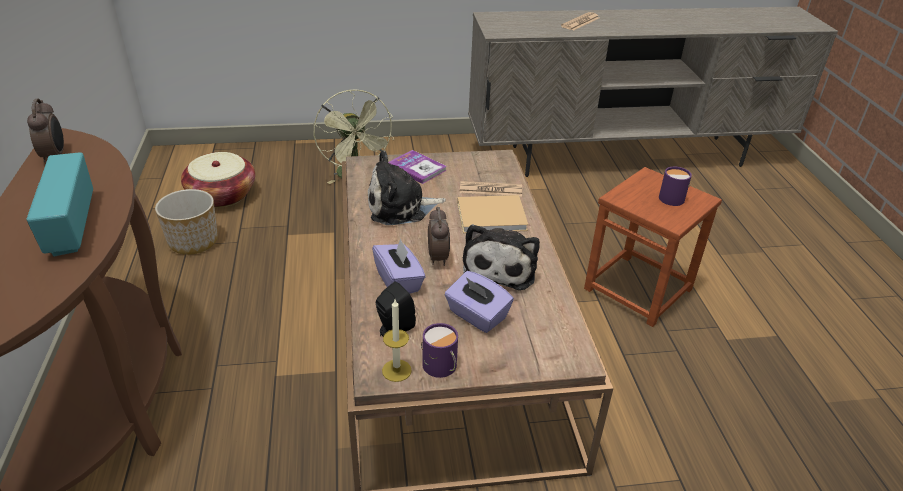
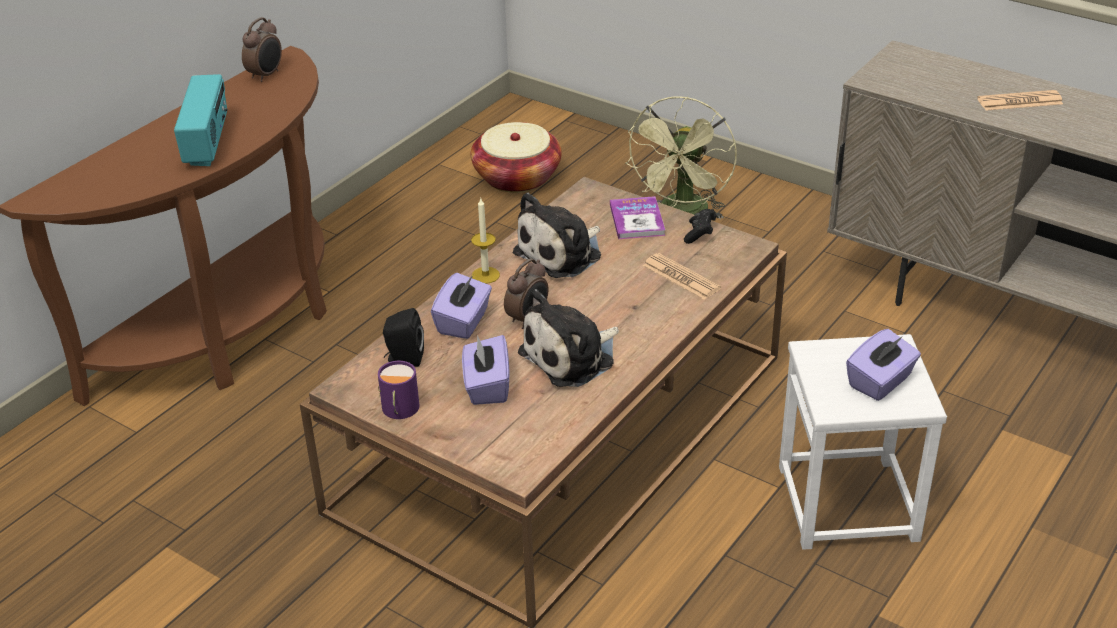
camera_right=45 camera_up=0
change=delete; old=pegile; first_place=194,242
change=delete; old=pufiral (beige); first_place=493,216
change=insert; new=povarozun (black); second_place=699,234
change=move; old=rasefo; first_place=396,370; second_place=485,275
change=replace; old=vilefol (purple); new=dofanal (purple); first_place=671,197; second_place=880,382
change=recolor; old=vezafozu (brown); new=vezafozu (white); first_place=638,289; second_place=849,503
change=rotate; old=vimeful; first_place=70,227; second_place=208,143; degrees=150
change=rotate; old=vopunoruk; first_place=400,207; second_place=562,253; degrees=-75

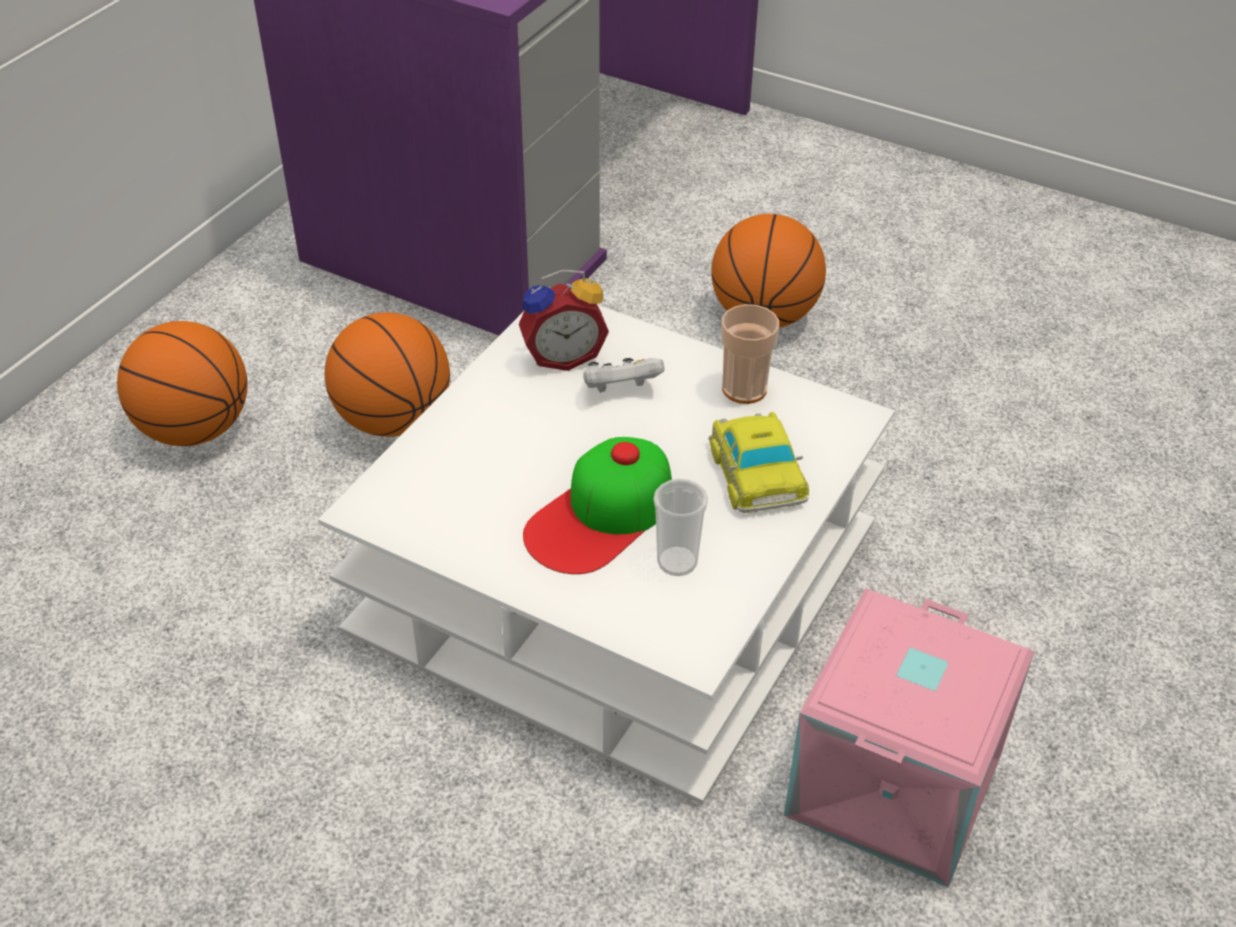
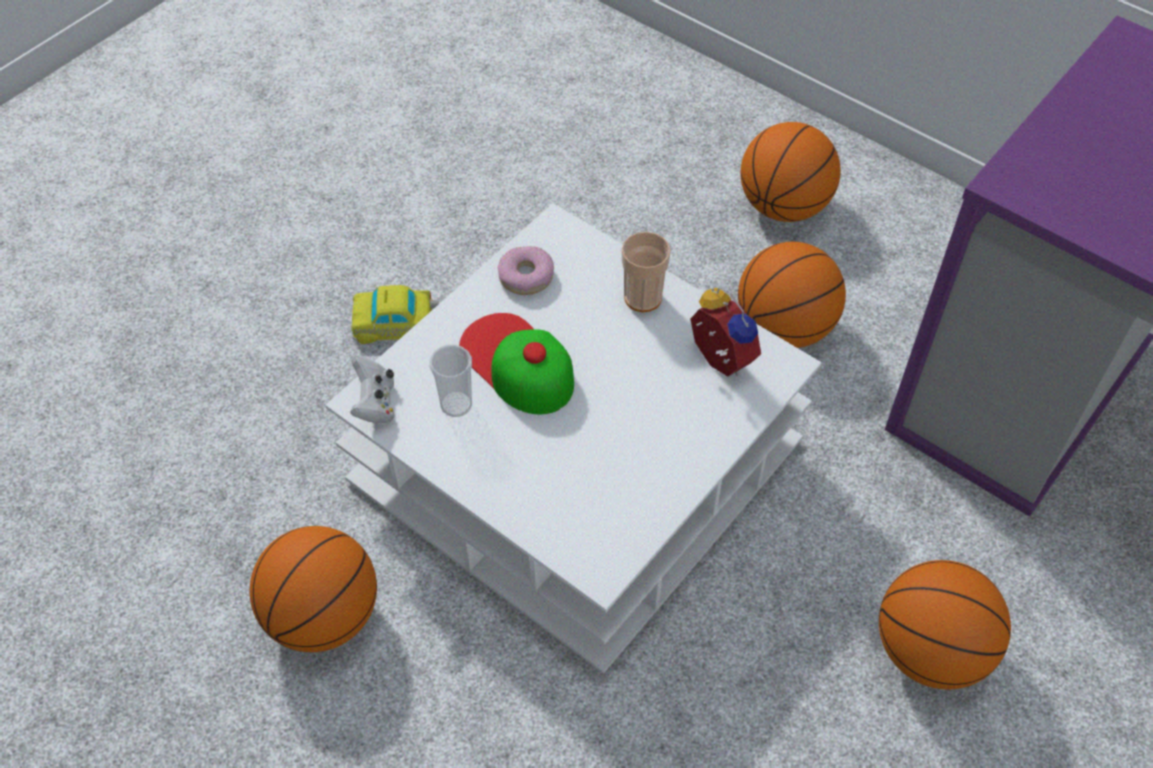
camera_right=100 camera_up=10
change=insert; new=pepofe; second_place=526,276
change=move; old=povarozun (white); first_place=621,390; second_place=375,403
change=move; old=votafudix; first_place=756,471; second_place=396,322
change=move; old=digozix; first_place=744,389; second_place=643,297
change=replace; old=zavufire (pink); new=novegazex; first_place=897,787; second_place=323,616
change=rotate; old=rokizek; first_place=562,356; second_place=717,361; degrees=150

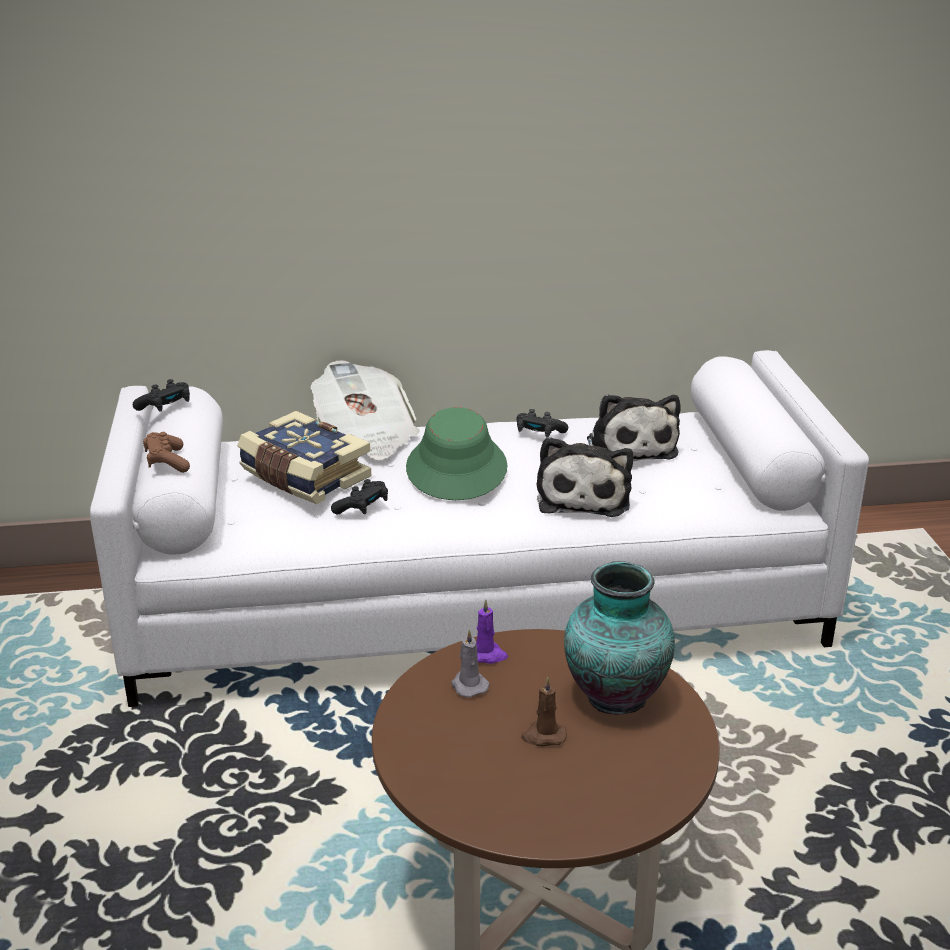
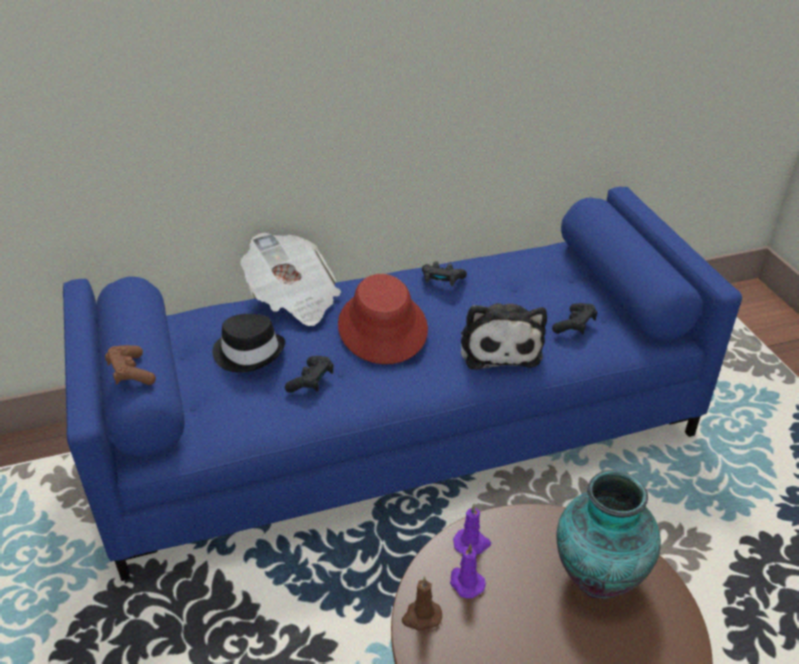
camera_right=-10 camera_up=10
change=delete; old=vopunoruk; first_place=630,446
change=move; old=povarozun (black); first_place=165,407; second_place=575,326
change=move; old=rasefo (brown); first_place=543,736; second_place=421,617
change=replace; old=pufiral; new=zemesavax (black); first_place=303,477; second_place=249,352
change=recolor; old=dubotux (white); new=dubotux (blue); first_place=477,605; second_place=400,429
change=recolor; old=zemesavax (green); new=zemesavax (red); first_place=457,468; second_place=383,327
change=recolor; old=rasefo (grey); new=rasefo (purple); first_place=468,685; second_place=465,582

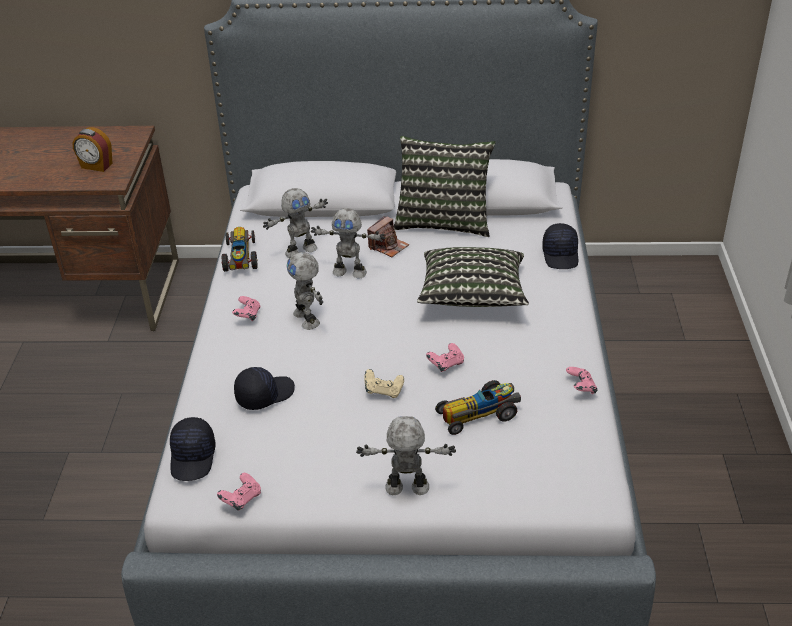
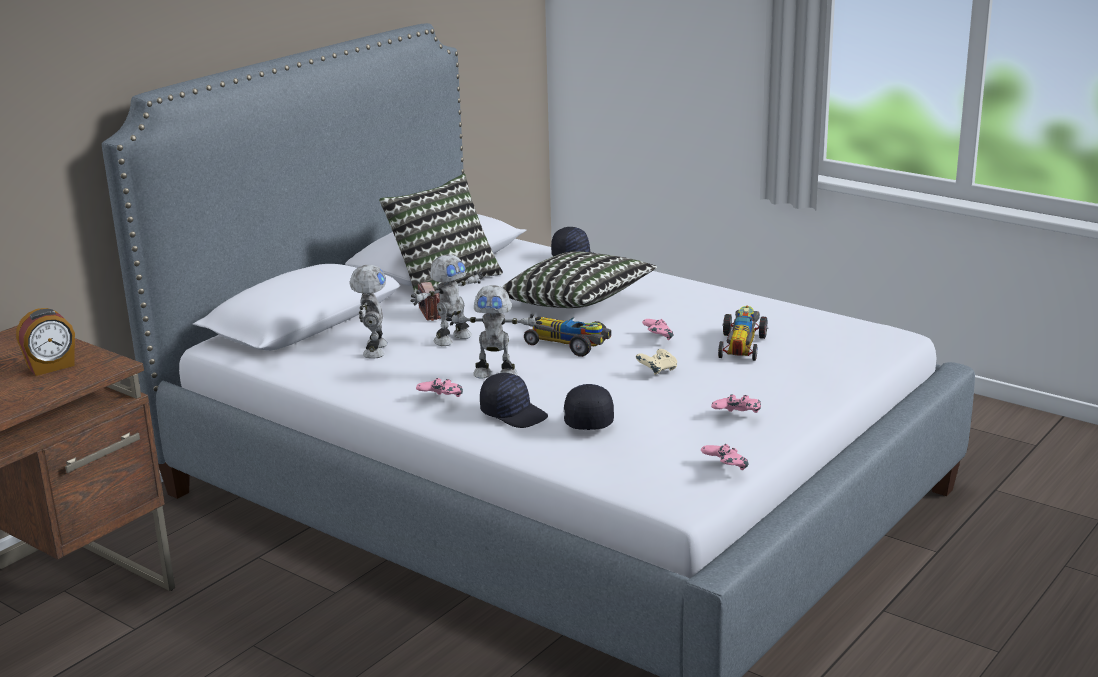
camera_right=-55 camera_up=-15
change=delete; old=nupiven; first_place=407,489
change=move; old=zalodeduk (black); first_place=194,457; second_place=514,414
change=move; old=votafudix; first_place=240,258; second_place=569,345
change=move; old=povarozun (pink); first_place=580,388; second_place=737,417

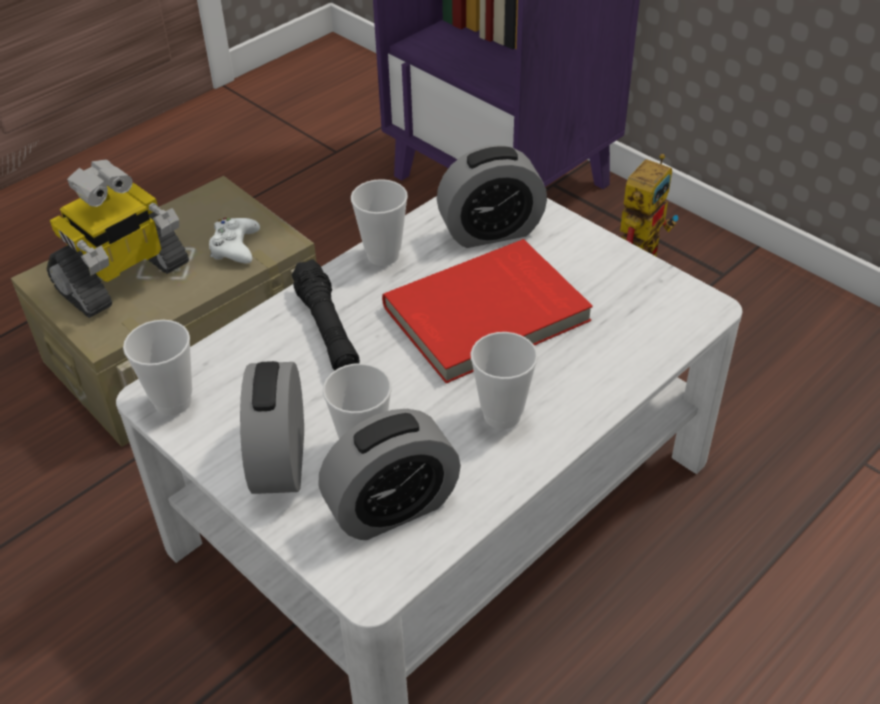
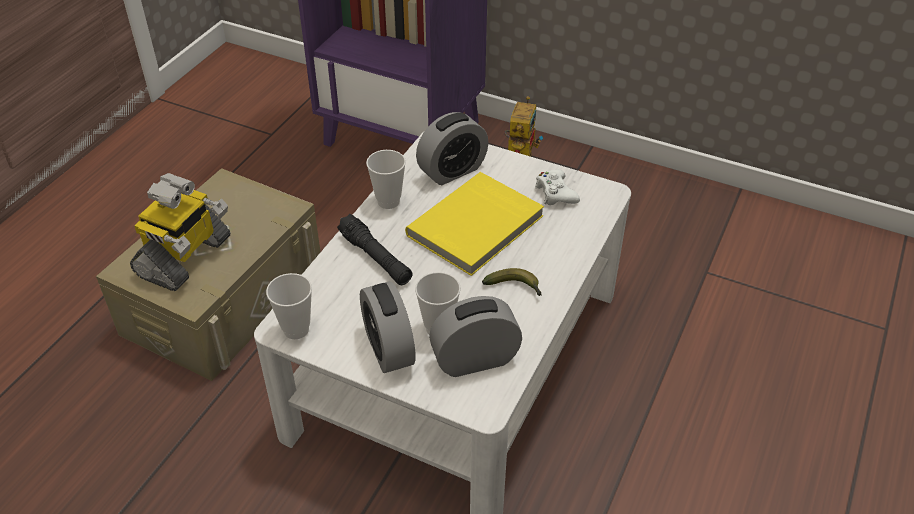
camera_right=-20 camera_up=0
change=move; old=povarozun (white); first_place=235,247; second_place=555,193
change=replace; old=digozix; new=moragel; first_place=502,415; second_place=515,287
change=recolor; old=pufiral (red); new=pufiral (yellow); first_place=488,316; second_place=477,227
change=rotate; old=rokizek; first_place=392,508; second_place=475,360; degrees=-150

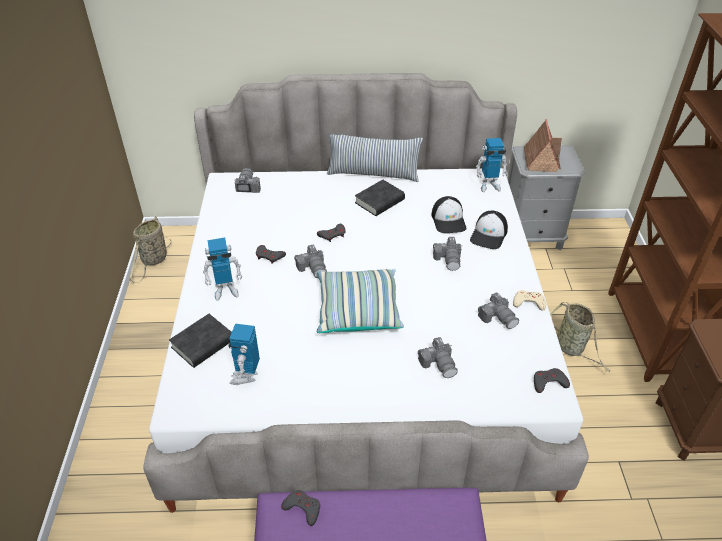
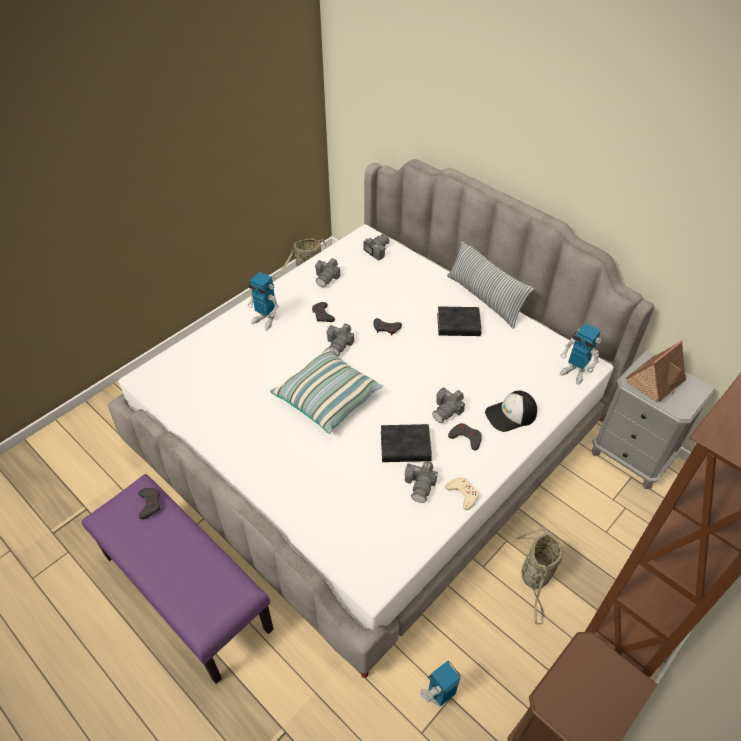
camera_right=45 camera_up=5
change=delete; old=zalodeduk; first_place=449,220
change=move; old=pufiral (black); first_place=203,344; second_place=405,447
change=move; old=nupiven; first_place=246,375; second_place=438,694
change=move; old=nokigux; first_place=439,364; second_place=327,278
change=move; old=povarozun (grey); first_place=549,382; second_place=466,438

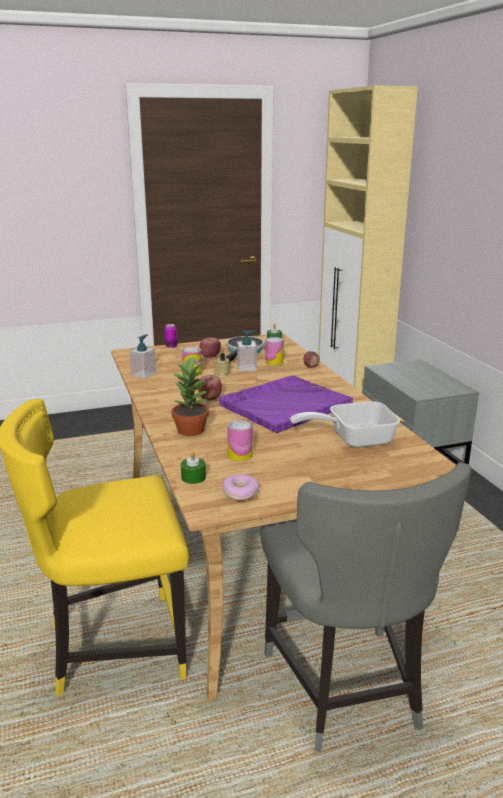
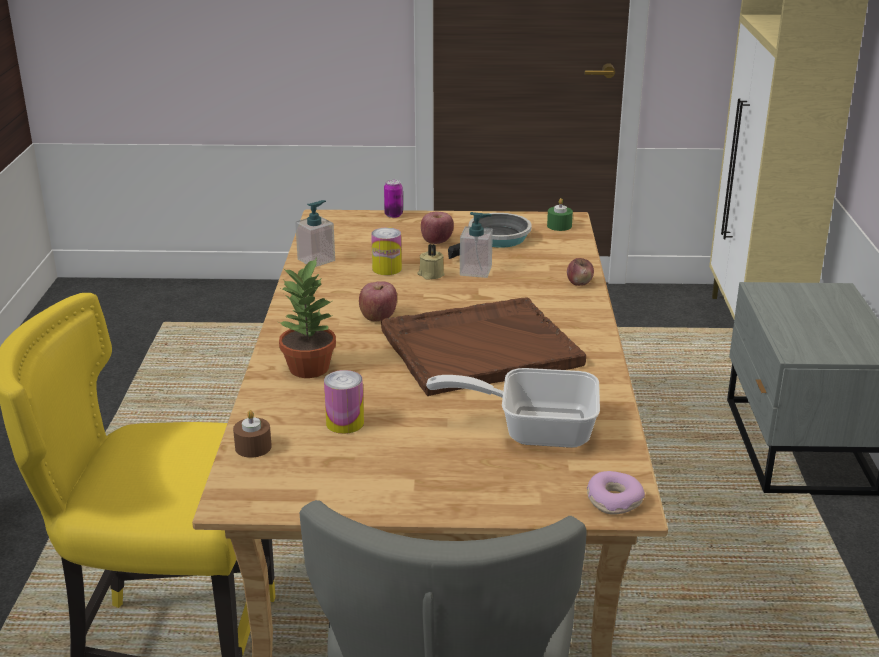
camera_right=20 camera_up=5
change=delete; old=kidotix; first_place=274,362
change=move; old=pepofe; first_place=240,492; second_place=614,500
change=recolor; old=rasefo (green); new=rasefo (brown); first_place=193,477; second_place=253,447
change=recolor; old=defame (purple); new=defame (brown); first_place=284,405; second_place=478,348

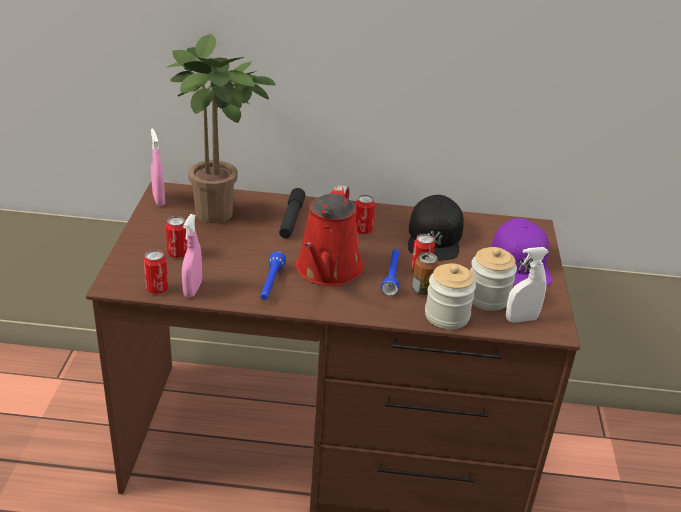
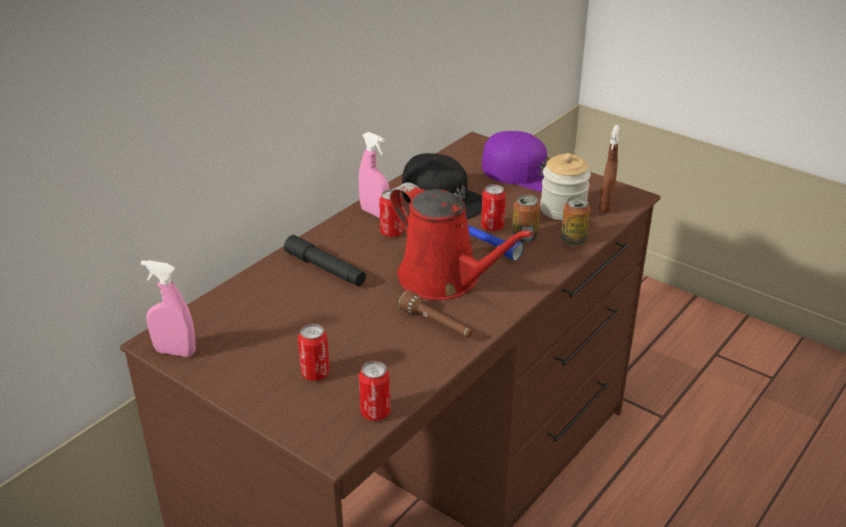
camera_right=-55 camera_up=0
change=delete; old=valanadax; first_place=220,215
change=move; old=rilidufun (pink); first_place=193,289; second_place=374,213
change=replace; old=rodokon; new=kidotix; first_place=447,316; second_place=573,240
change=recolor; old=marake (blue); new=marake (brown); first_place=271,284; second_place=436,325
change=recolor; old=rilidufun (white); new=rilidufun (brown); first_place=521,319; second_place=606,206

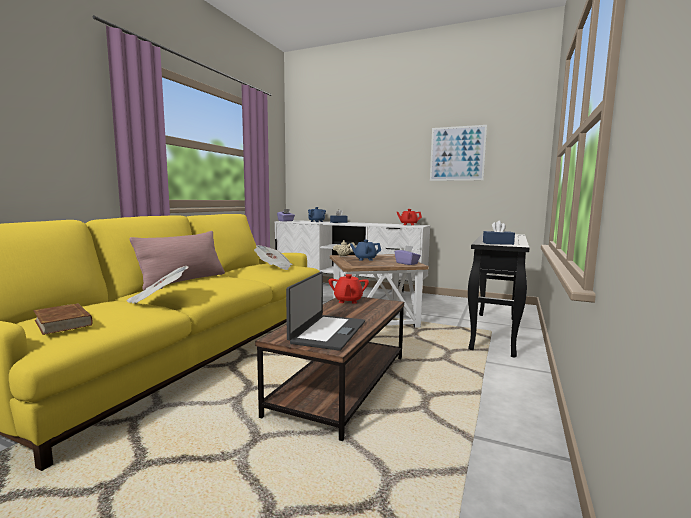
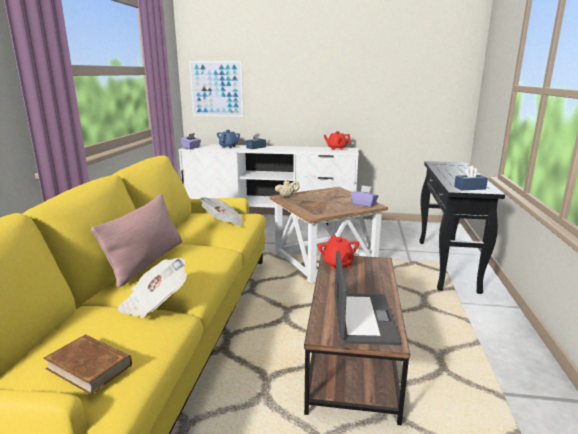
camera_right=-15 camera_up=10
change=delete; old=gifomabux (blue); first_place=365,259
change=move; old=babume; first_place=457,153; second_place=216,89

